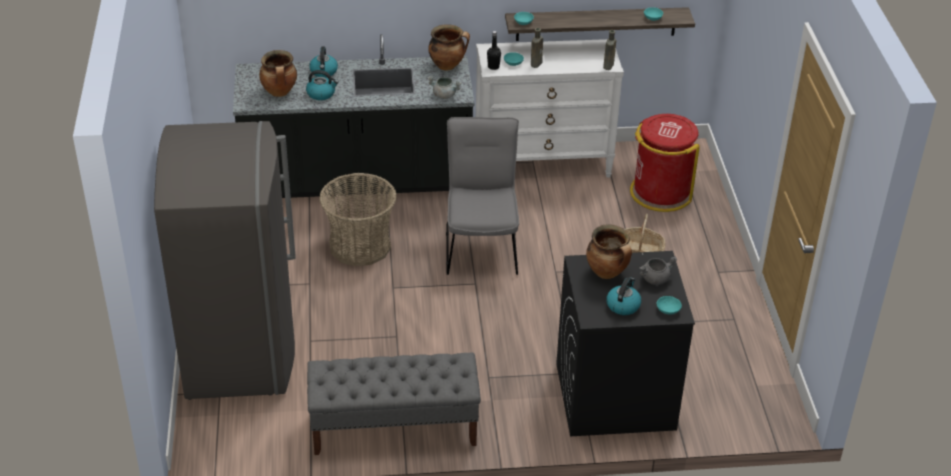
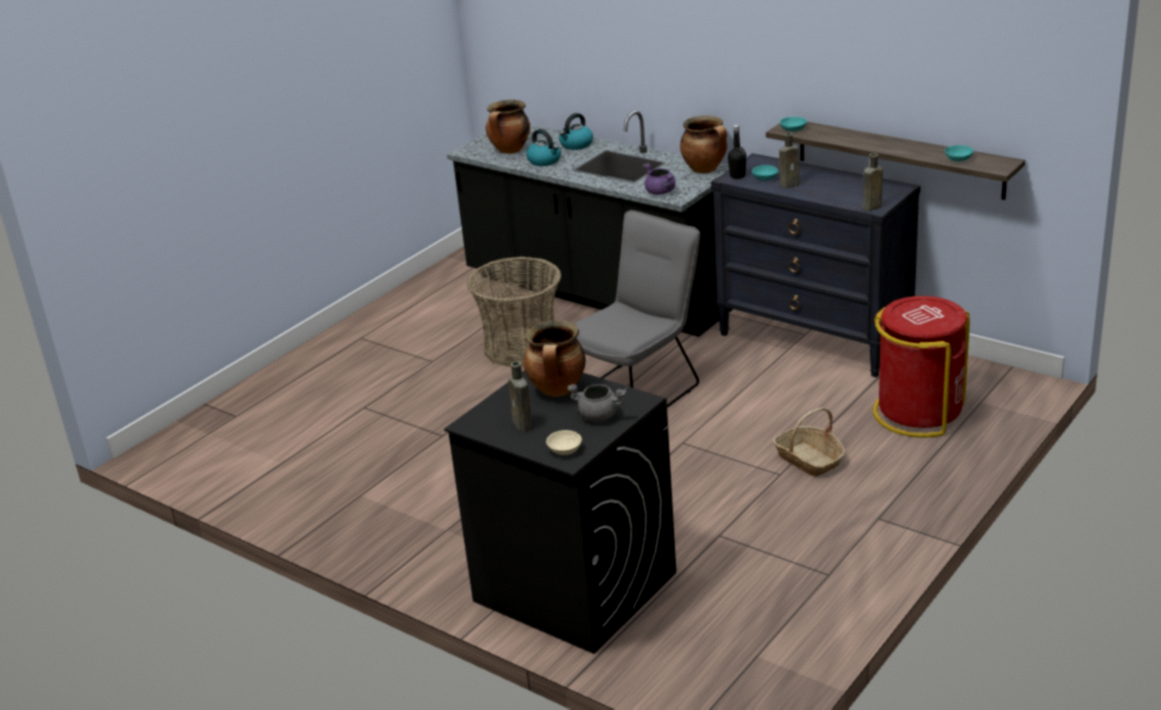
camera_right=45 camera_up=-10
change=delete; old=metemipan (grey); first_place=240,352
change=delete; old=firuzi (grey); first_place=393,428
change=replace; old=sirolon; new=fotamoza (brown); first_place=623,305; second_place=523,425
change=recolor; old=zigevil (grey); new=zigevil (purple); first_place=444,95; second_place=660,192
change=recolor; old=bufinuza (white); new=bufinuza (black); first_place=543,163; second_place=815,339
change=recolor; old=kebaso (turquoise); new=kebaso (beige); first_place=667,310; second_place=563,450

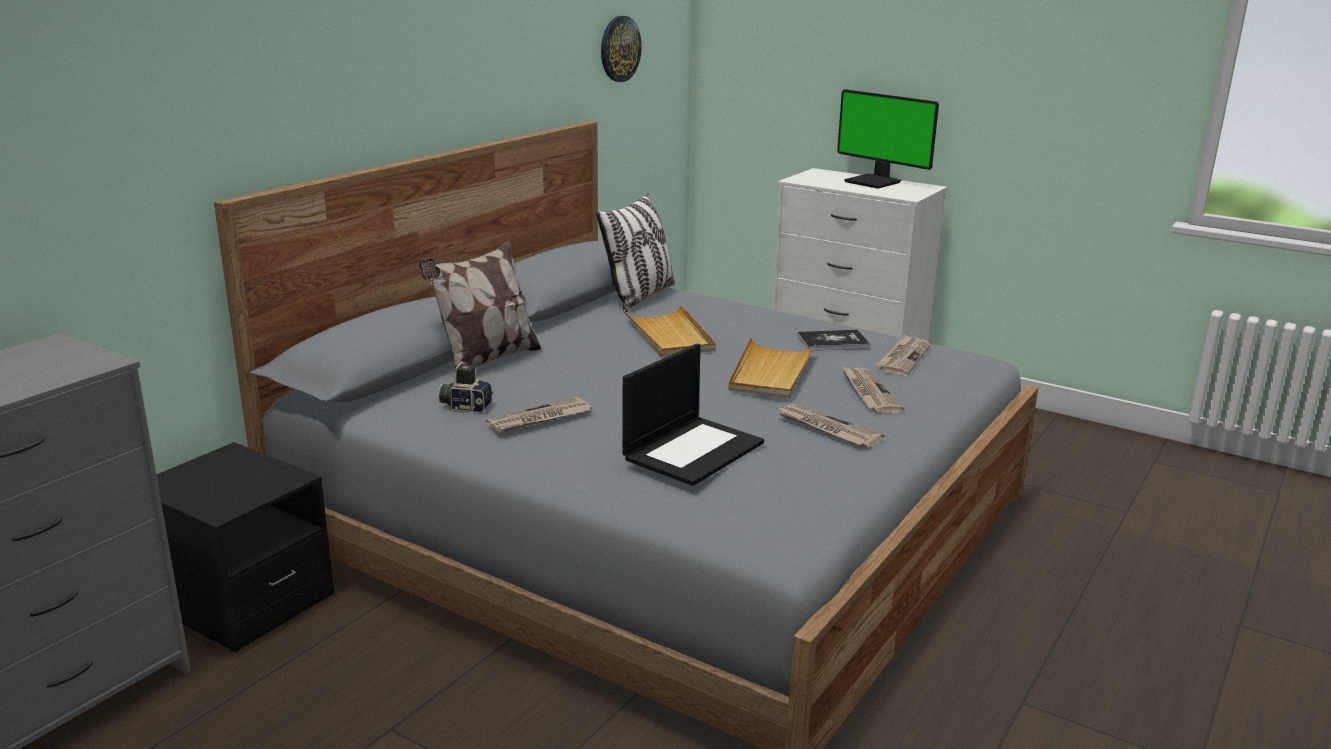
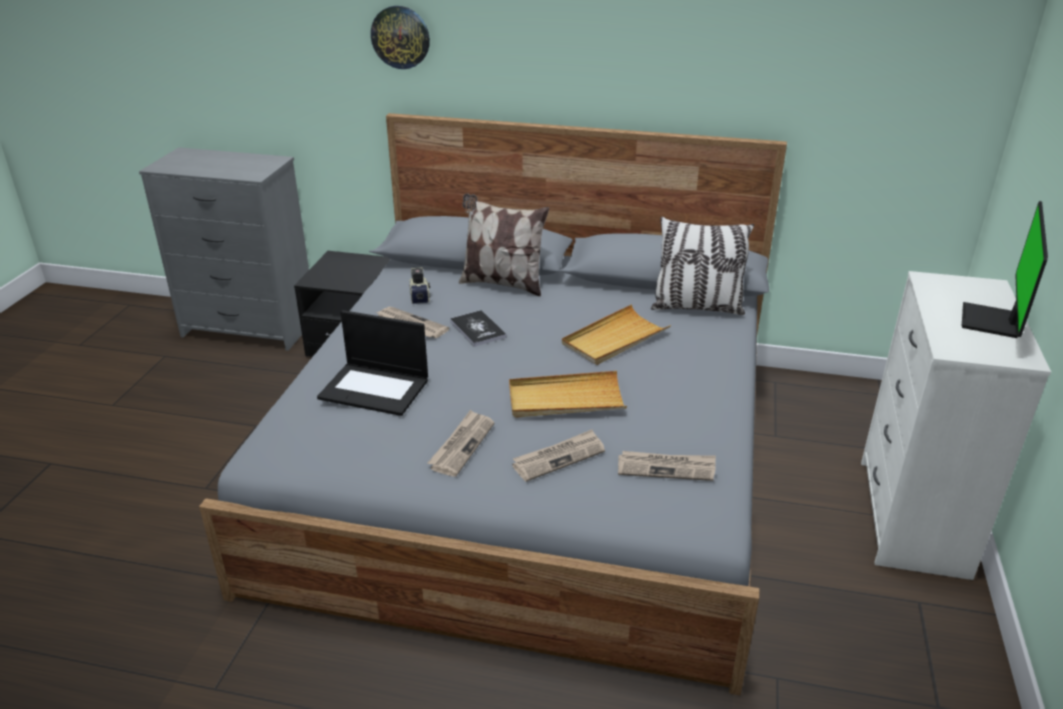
camera_right=70 camera_up=10
change=move; old=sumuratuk; first_place=619,49; second_place=400,37
change=move; old=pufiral; first_place=833,342; second_place=477,329

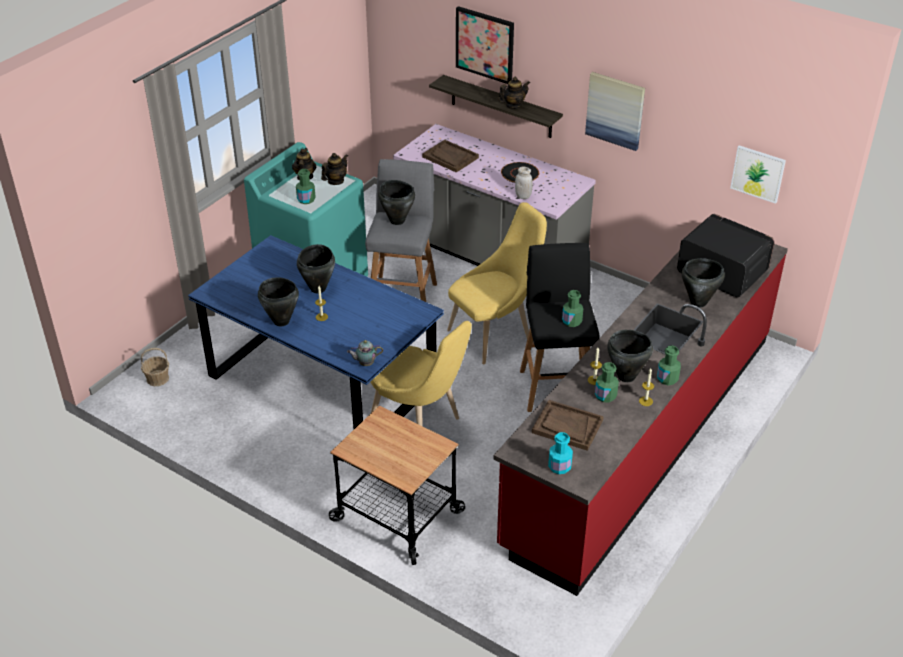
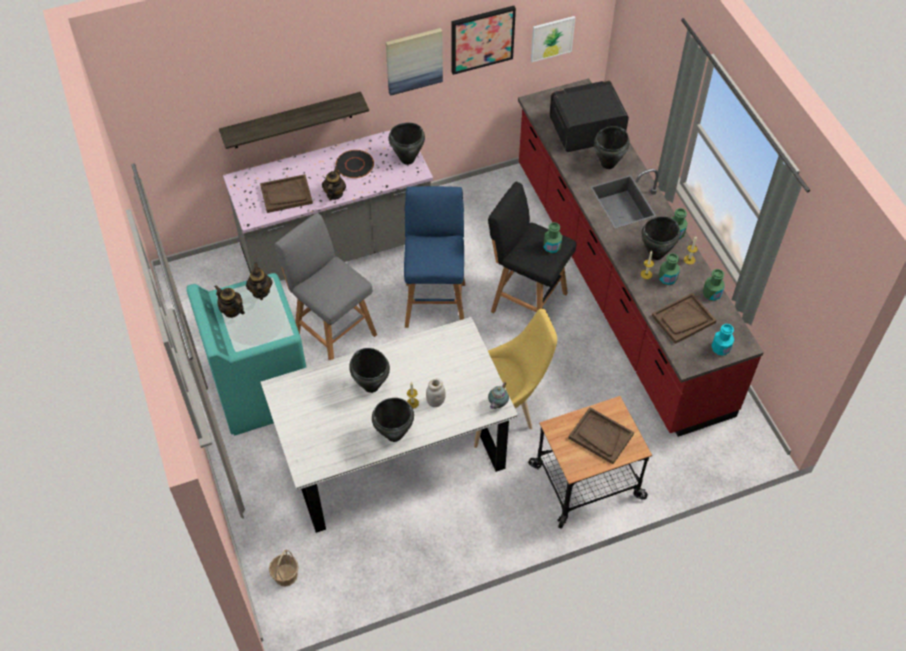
camera_right=-55 camera_up=15
change=insert; new=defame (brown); second_place=600,436
change=move; old=fotamoza (green); first_place=306,199; second_place=712,294
change=move; old=zigevil (black); first_place=397,220; second_place=407,159
change=move; old=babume; first_place=485,44; second_place=482,39
change=move; old=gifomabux; first_place=513,105; second_place=334,194
change=move; old=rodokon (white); first_place=523,196; second_place=435,402
change=replace; old=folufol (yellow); new=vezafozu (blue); first_place=494,334; second_place=435,302
change=recolor; old=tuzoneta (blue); new=tuzoneta (white); first_place=323,379; second_place=392,449

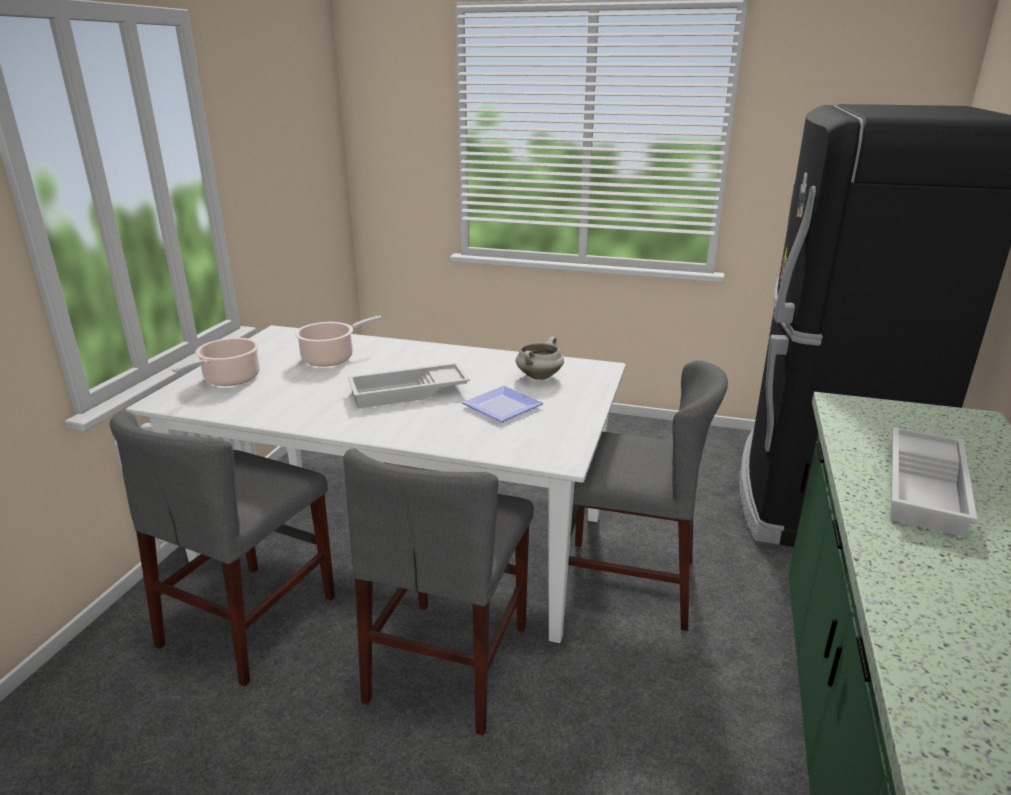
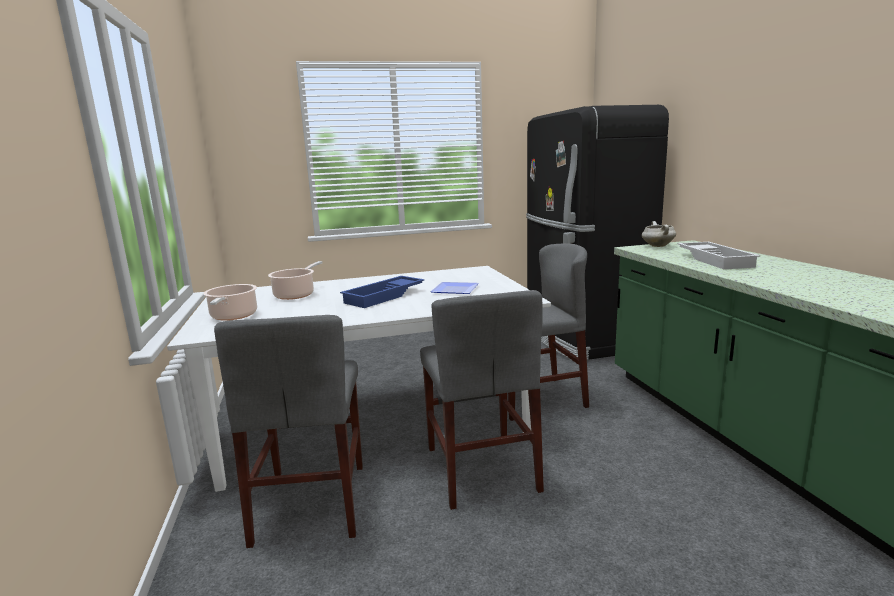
camera_right=-30 camera_up=-10
change=move; old=zigevil (white); first_place=539,376; second_place=657,246
change=recolor; old=defame (white); new=defame (blue); first_place=408,393; second_place=384,296

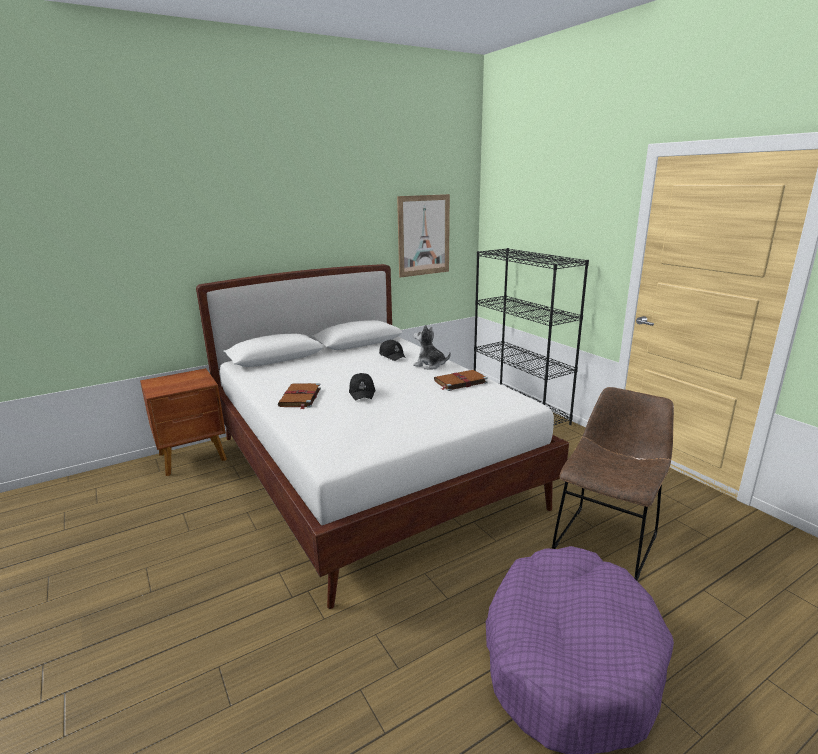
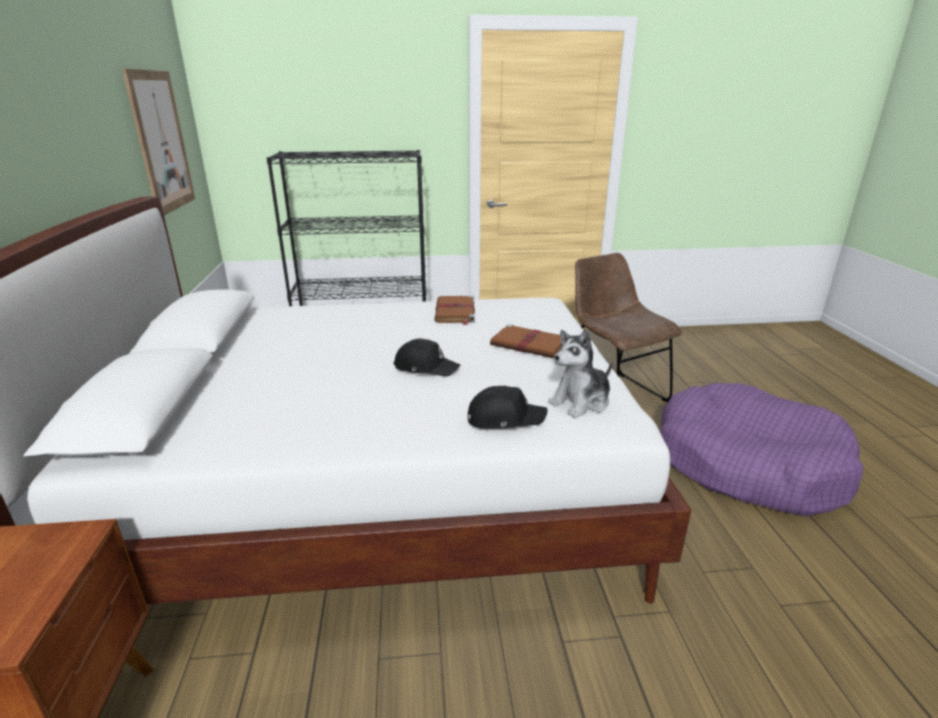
camera_right=-65 camera_up=5
change=move; old=pufiral (brown); first_place=300,398; second_place=530,344
change=move; old=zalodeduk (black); first_place=392,355; second_place=504,418
change=move; old=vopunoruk; first_place=430,365; second_place=581,402

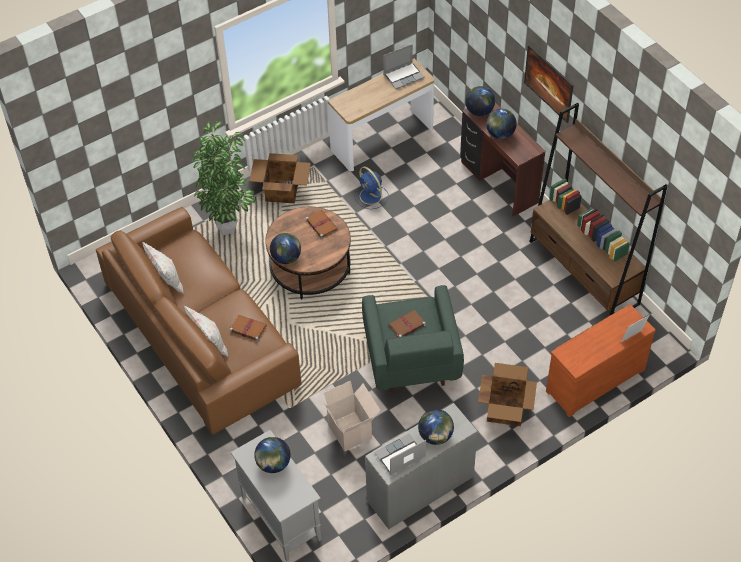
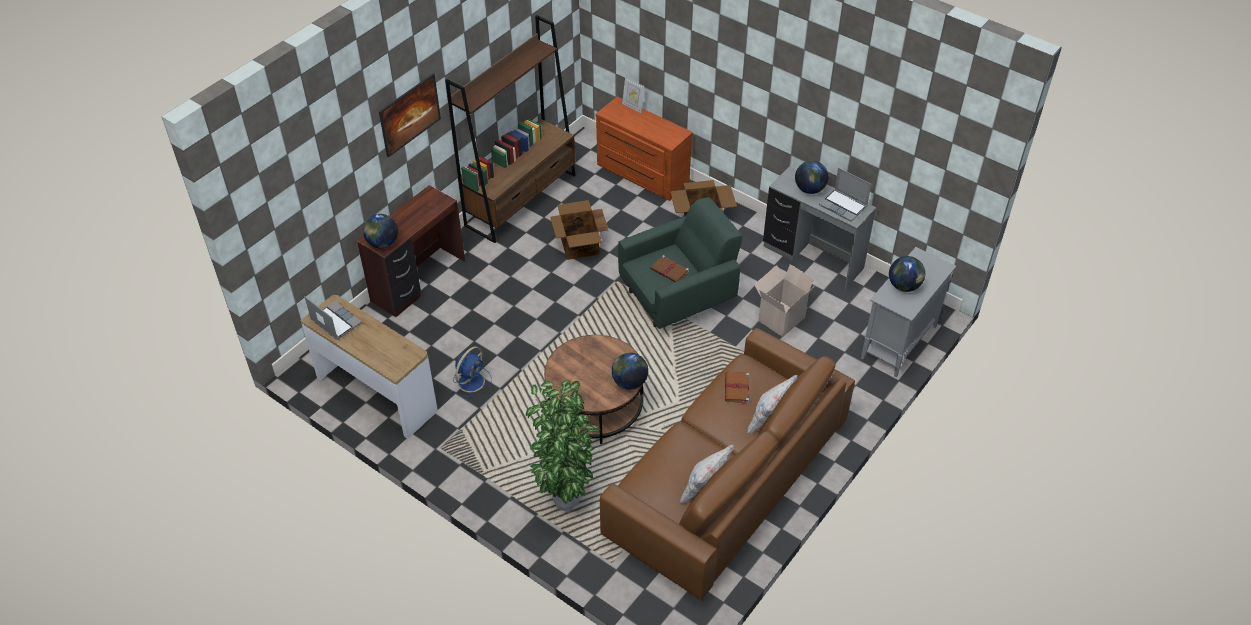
camera_right=-110 camera_up=-5
change=delete; old=pufiral (brown); first_place=321,224
change=delete; old=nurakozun; first_place=500,134
change=move; old=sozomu; first_place=281,191; second_place=579,246

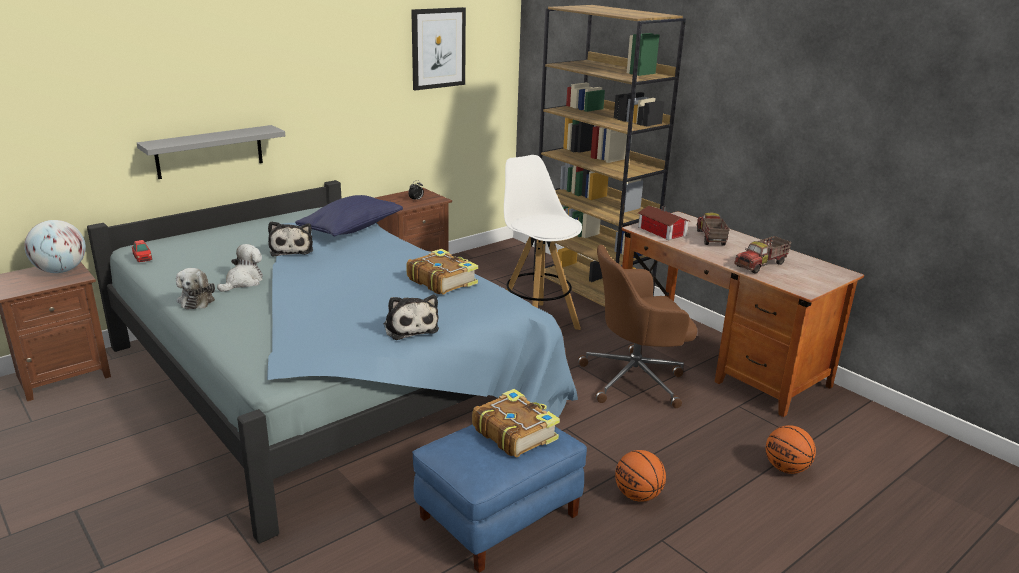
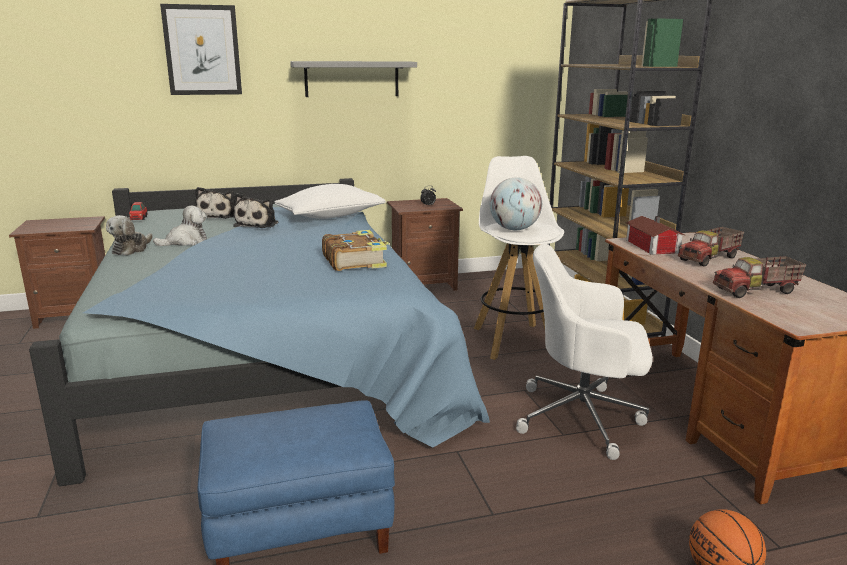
camera_right=25 camera_up=-5
change=delete; old=pufiral; first_place=514,433
change=delete; old=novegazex; first_place=638,495
change=move; old=nurakozun; first_place=61,271; second_place=514,229
change=move; old=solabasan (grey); first_place=209,152; second_place=352,79
change=move; old=vopunoruk; first_place=410,327; second_place=218,216
change=move; old=babume; first_place=438,48; second_place=202,50
change=recolor; old=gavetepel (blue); new=gavetepel (white); first_place=351,229; second_place=330,216
change=recolor; old=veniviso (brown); new=veniviso (white); first_place=635,379; second_place=583,417
change=rotate; old=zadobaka; first_place=710,238; second_place=709,259; degrees=-150

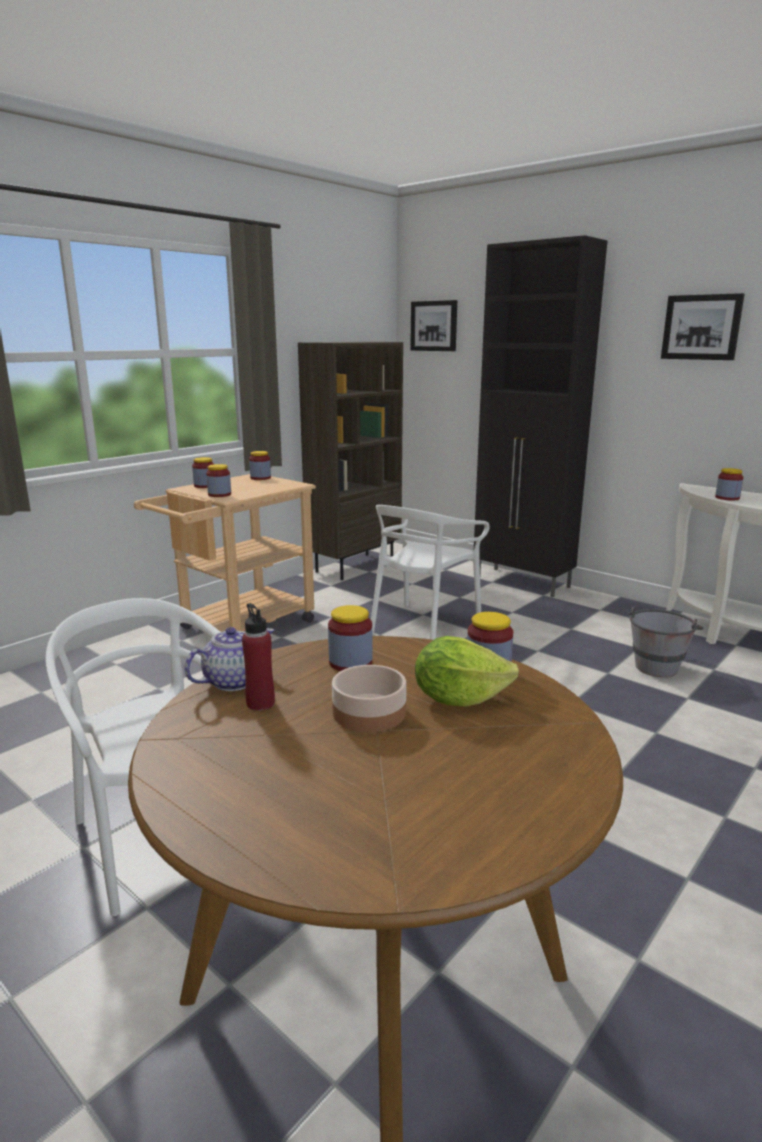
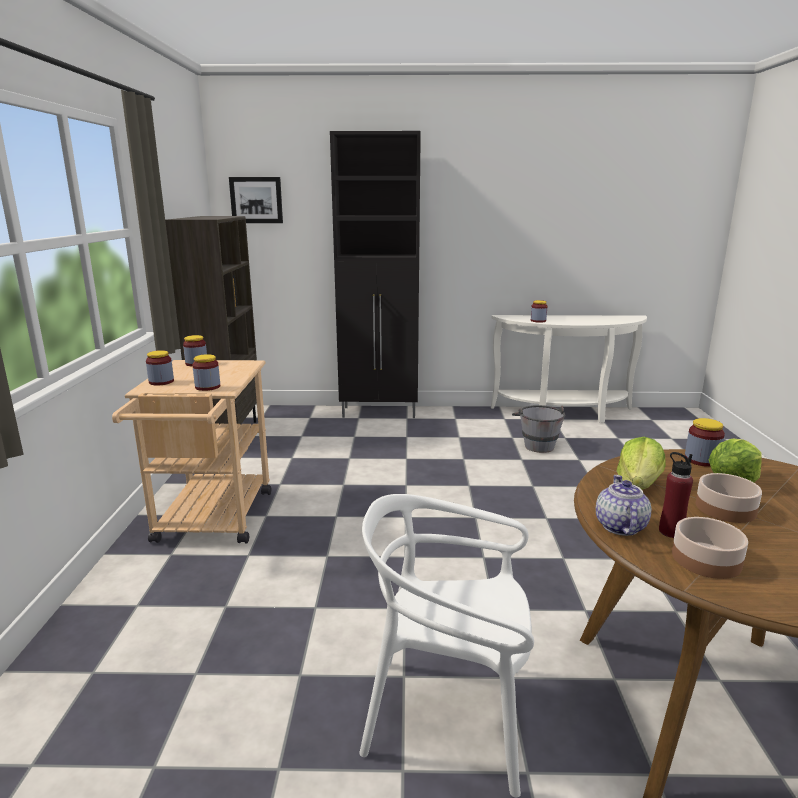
camera_right=-40 camera_up=0
change=delete; old=folufol (white); first_place=423,626
change=delete; old=babume; first_place=701,327
change=insert; new=kebaso; second_place=706,559
change=replace; old=rodokon; new=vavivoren; first_place=350,663; second_place=638,484

